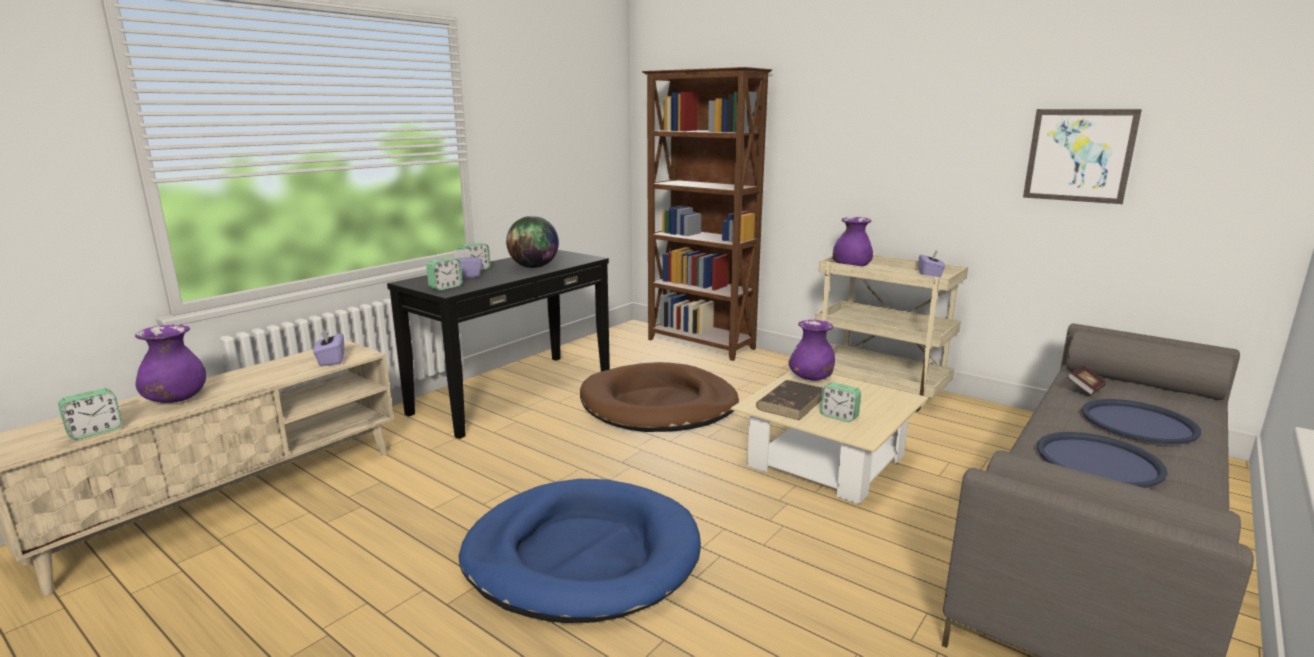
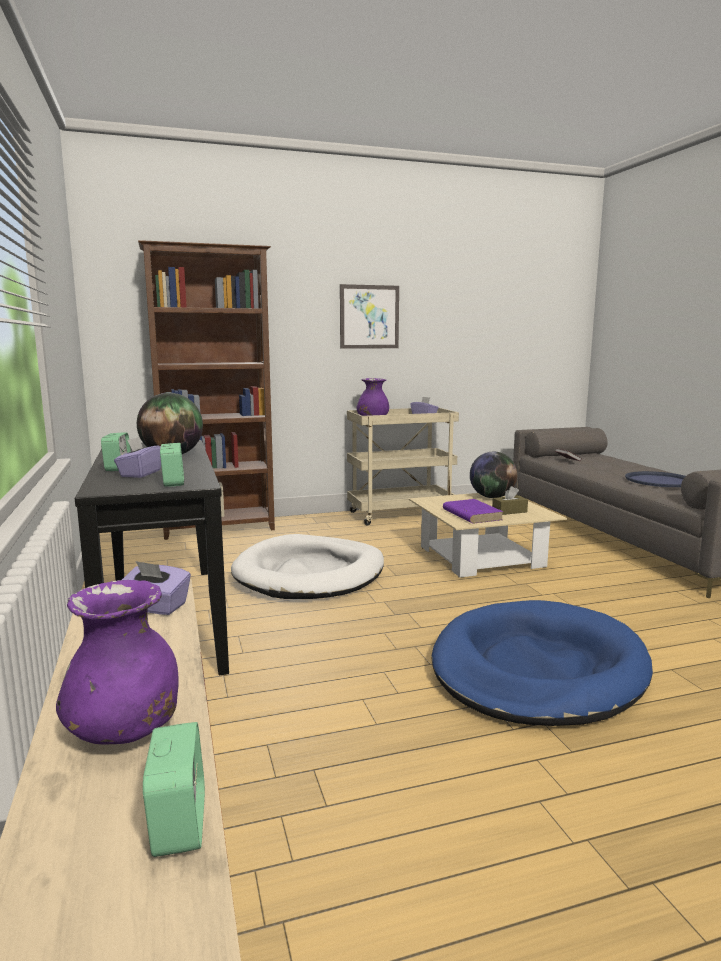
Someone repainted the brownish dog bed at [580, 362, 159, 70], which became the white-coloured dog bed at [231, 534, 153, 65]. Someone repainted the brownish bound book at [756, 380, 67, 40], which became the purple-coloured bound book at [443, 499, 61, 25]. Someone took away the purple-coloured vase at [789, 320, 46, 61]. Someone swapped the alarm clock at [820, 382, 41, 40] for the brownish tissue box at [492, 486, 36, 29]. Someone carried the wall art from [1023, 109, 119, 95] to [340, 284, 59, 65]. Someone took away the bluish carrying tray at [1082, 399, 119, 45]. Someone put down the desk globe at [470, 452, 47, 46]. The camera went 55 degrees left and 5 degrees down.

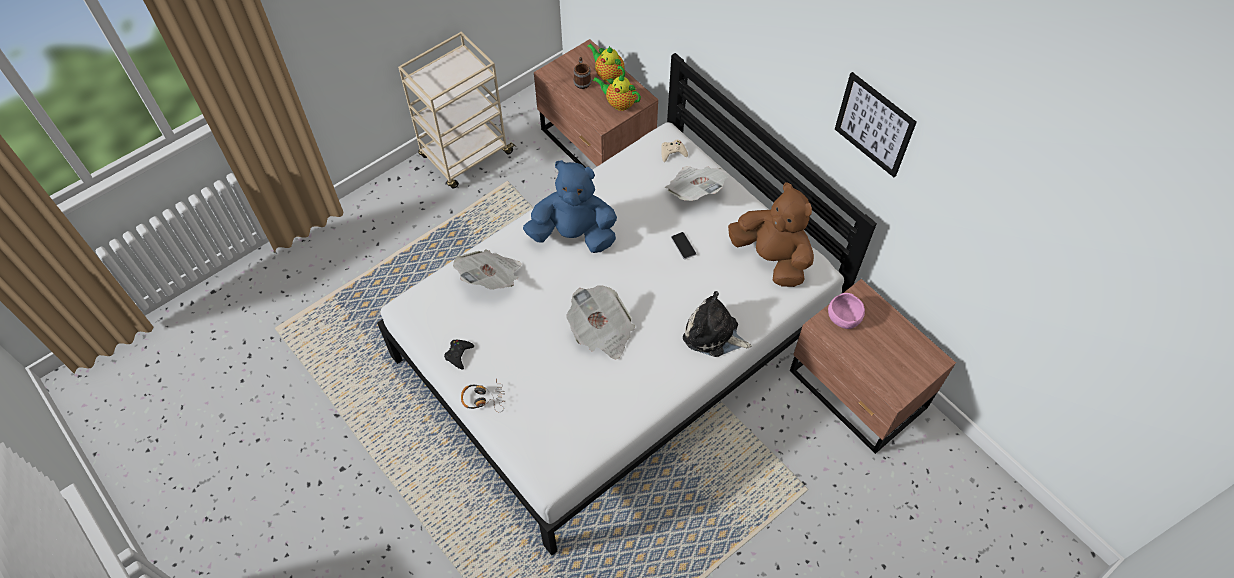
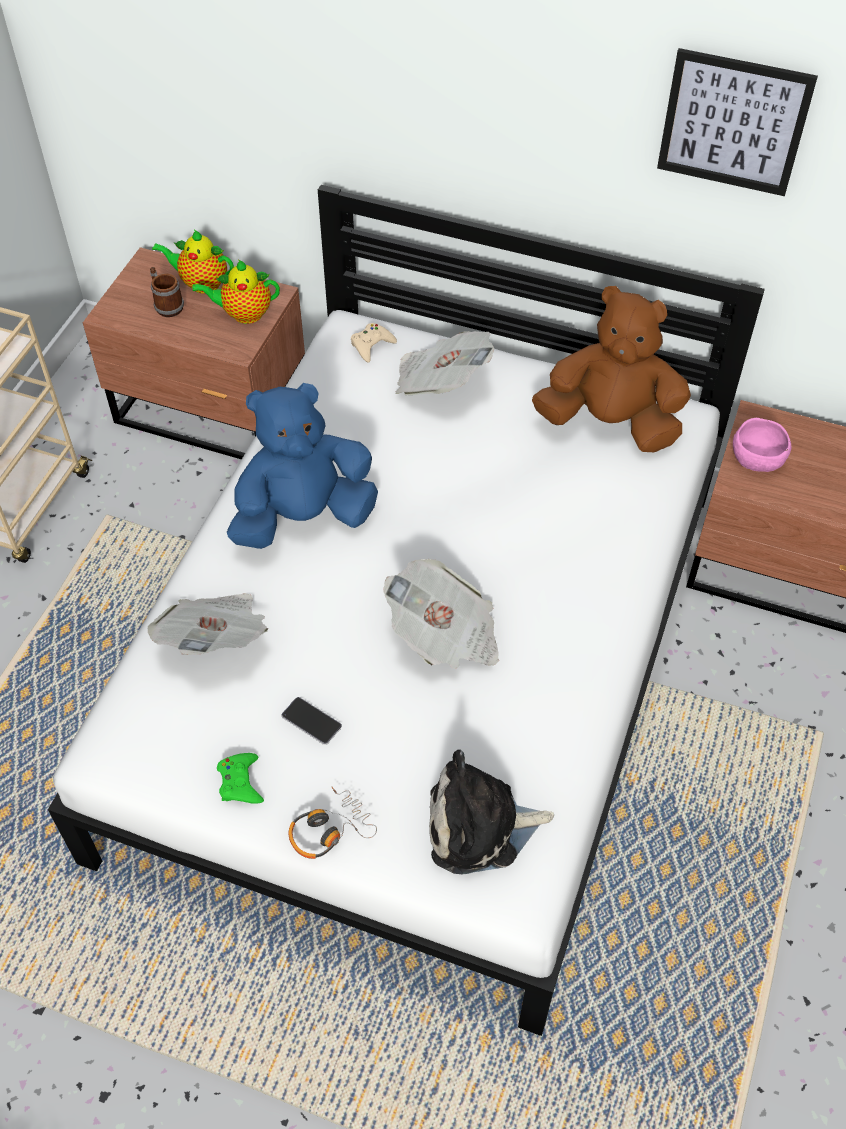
Someone repainted the black joypad at [444, 340, 30, 29], which became the green-coloured joypad at [217, 753, 47, 51]. Someone carried the phone from [671, 232, 25, 27] to [281, 697, 61, 48]. Someone carried the cuddly toy from [683, 291, 69, 66] to [429, 750, 125, 124]. The camera went 30 degrees left and 5 degrees down.

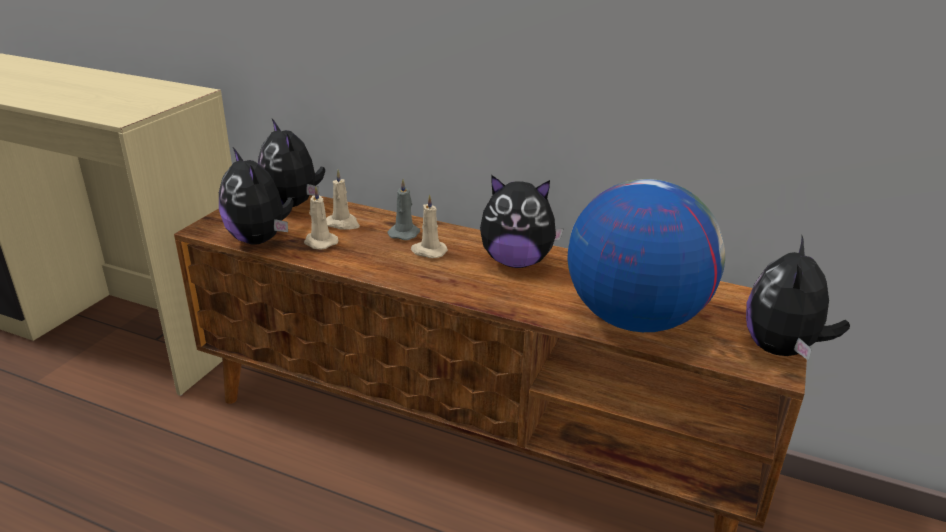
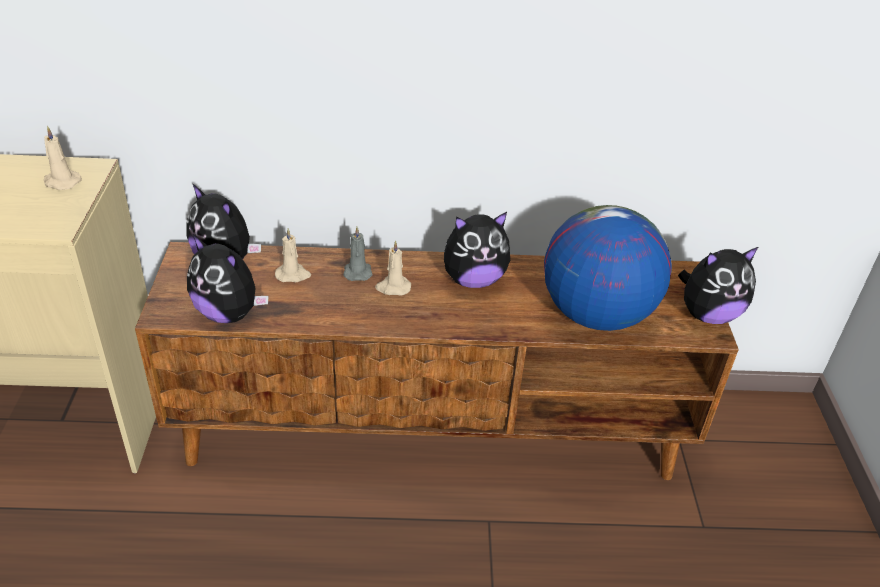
Someone carried the beige candle from [304, 186, 34, 63] to [44, 126, 38, 64]. Someone rotated the cuddly toy at [746, 236, 104, 124] by 105 degrees counterclockwise. The camera went 25 degrees left and 10 degrees up.

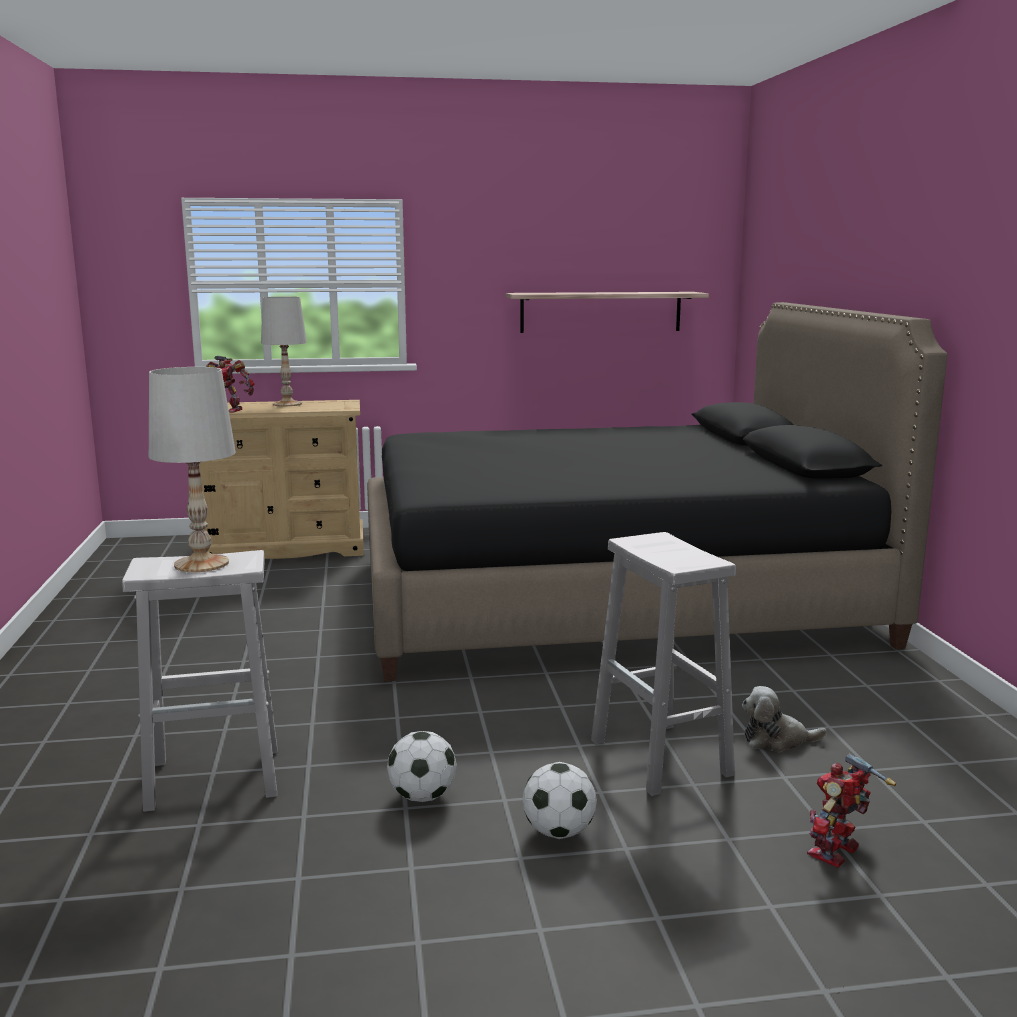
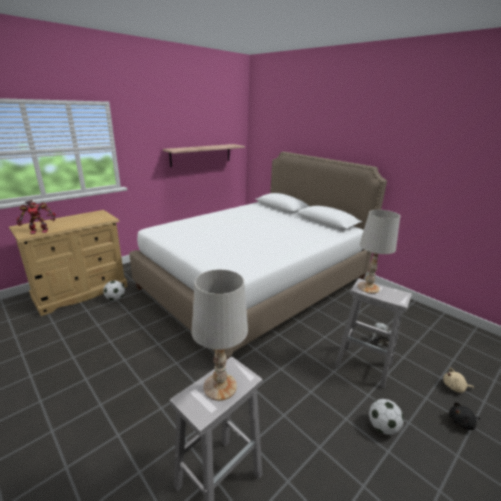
Someone carried the white-coloured table lamp from [261, 297, 46, 109] to [358, 210, 42, 84]. Someone repainted the black bedroom bed at [367, 302, 580, 379], which became the white-coloured bedroom bed at [129, 152, 258, 207]. Someone carried the ball for football from [387, 731, 70, 71] to [103, 280, 22, 21]. Someone swapped the robot figure at [807, 753, 89, 115] for the beige cuddly toy at [443, 367, 31, 26]. Someone put down the black cuddly toy at [449, 402, 31, 28]. The camera went 35 degrees left and 10 degrees up.

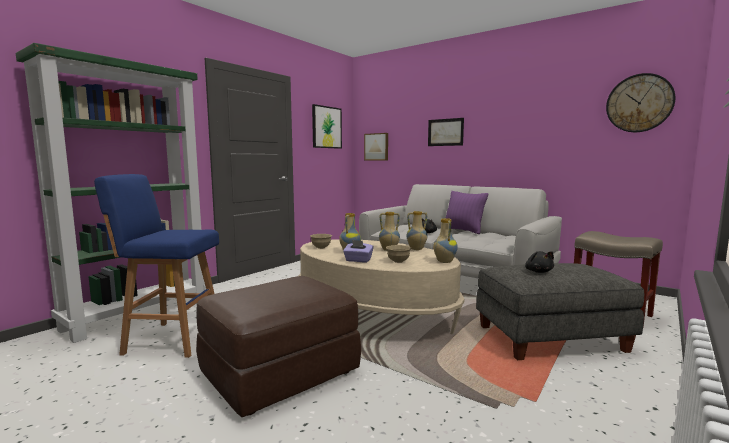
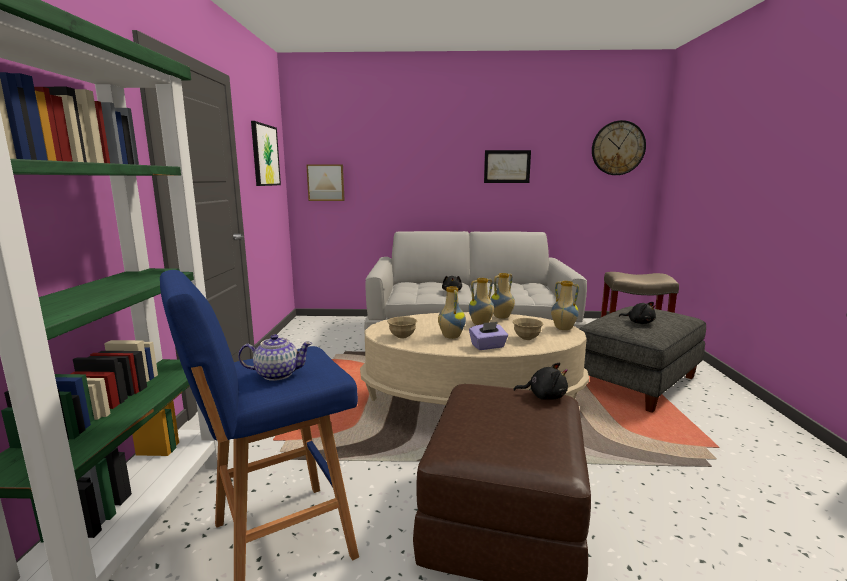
Someone carried the wall art from [428, 118, 36, 28] to [484, 150, 47, 33]. Someone took away the purple-coloured cushion at [446, 191, 42, 43]. Someone put down the teapot at [238, 334, 74, 47]. Someone put down the black cuddly toy at [513, 363, 55, 37]. The camera went 35 degrees left and 5 degrees up.

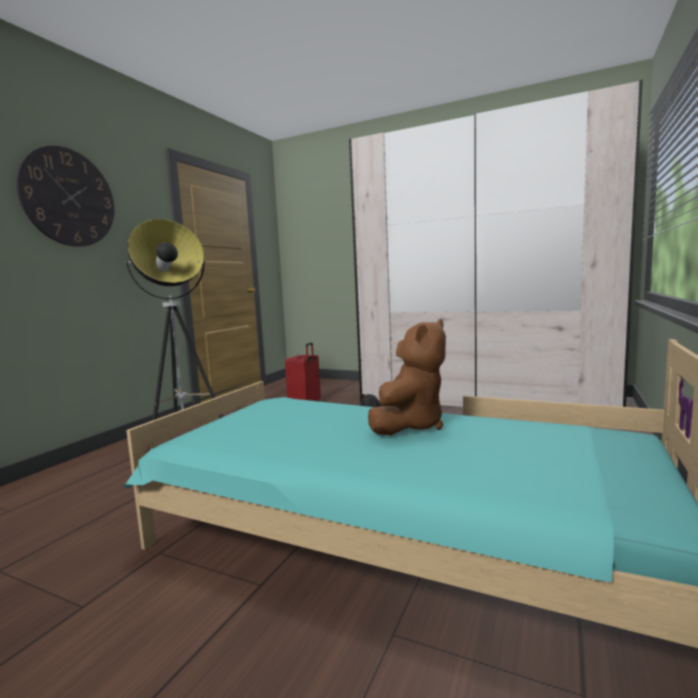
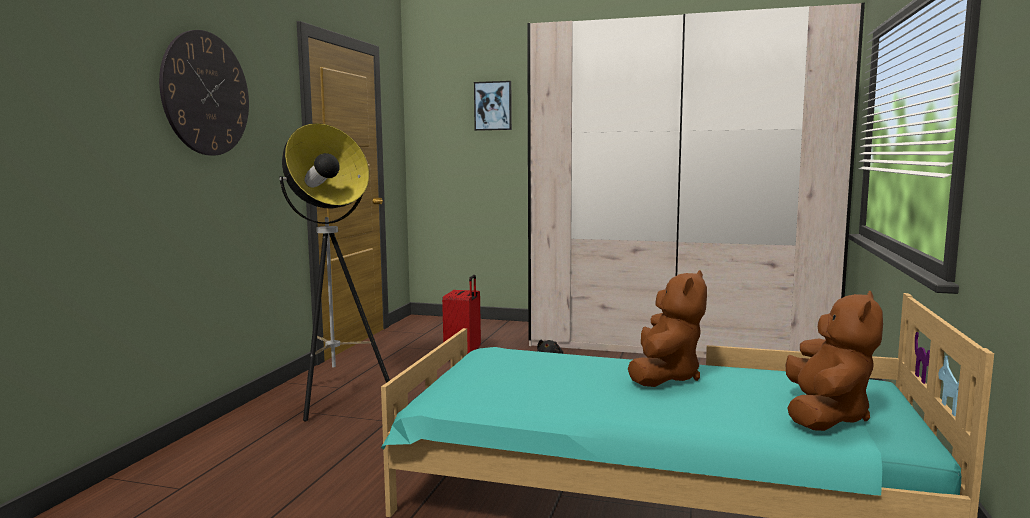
Someone put up the wall art at [474, 81, 38, 50]. Someone put down the brownish cuddly toy at [786, 291, 97, 140]. The camera went 10 degrees left and 0 degrees up.

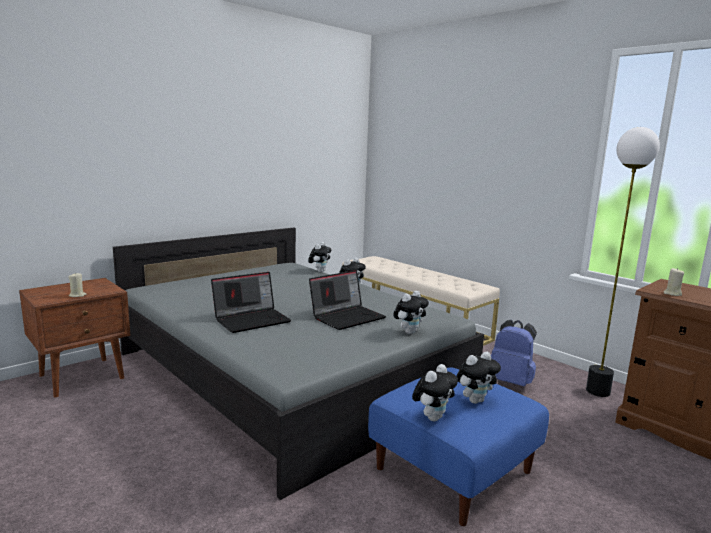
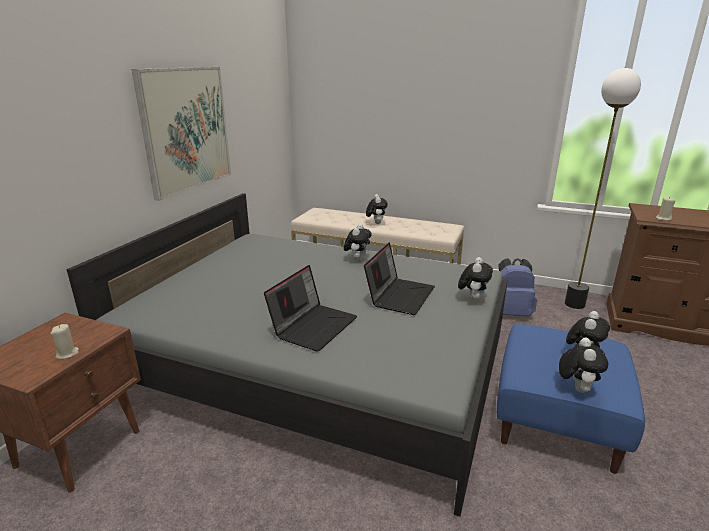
Someone carried the cuddly toy from [308, 242, 23, 30] to [366, 194, 22, 30]. Someone put up the wall art at [132, 67, 99, 134]. The camera went 25 degrees left and 10 degrees up.

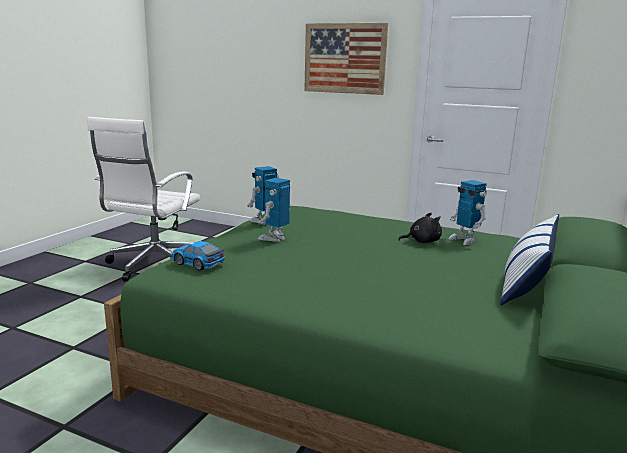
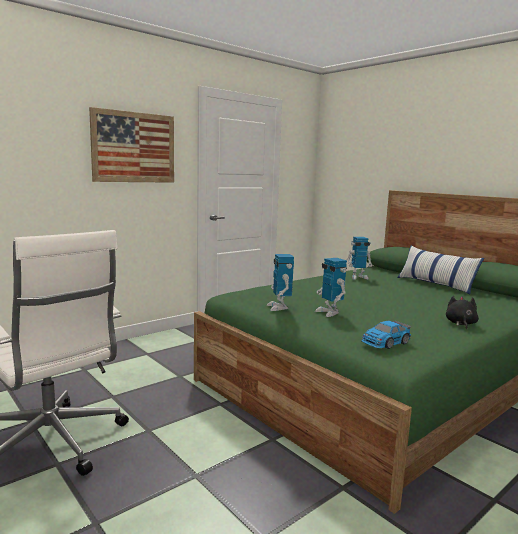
Someone carried the black cuddly toy from [398, 213, 44, 30] to [446, 296, 33, 33]. The camera went 65 degrees left and 5 degrees down.

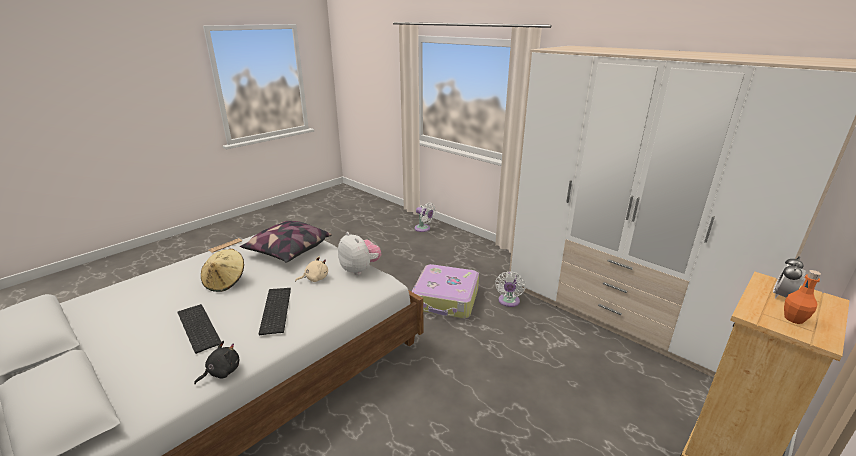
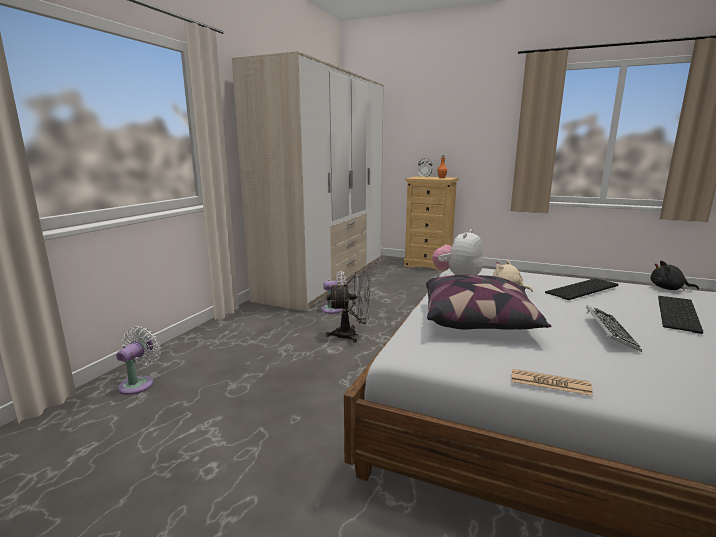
Someone swapped the beige wearable hat at [201, 249, 43, 43] for the keyboard at [586, 305, 56, 47]. Someone swapped the travel case at [412, 264, 67, 55] for the greyish fan at [326, 272, 45, 71]. The camera went 110 degrees left and 10 degrees down.

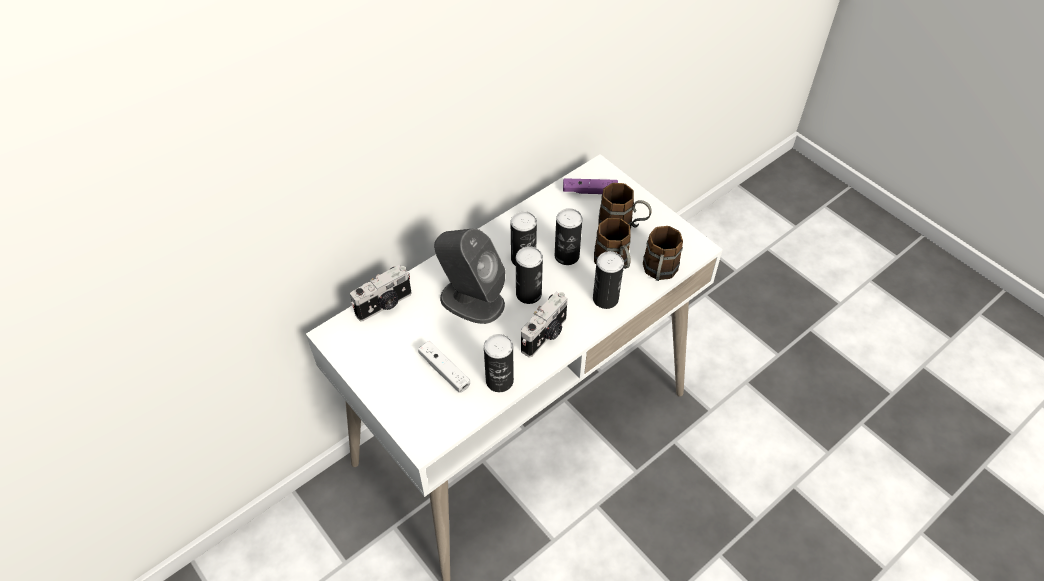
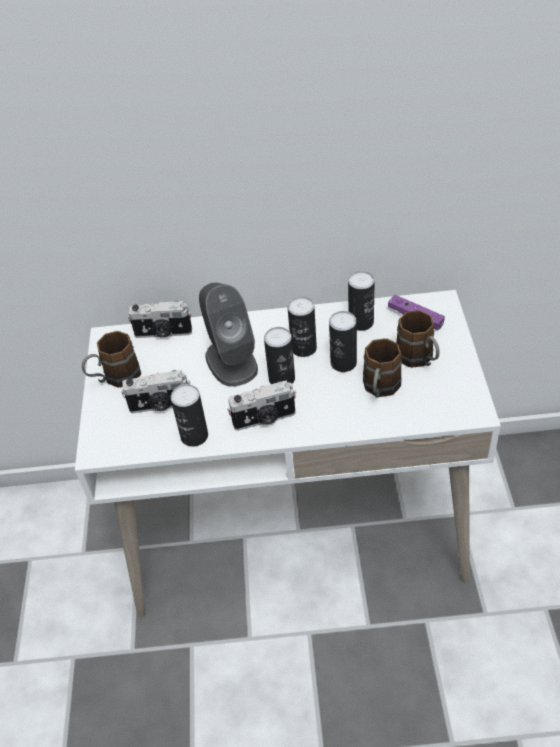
Someone swapped the white-coloured joypad at [418, 341, 52, 52] for the photo camera at [122, 370, 68, 43]. Someone carried the sealed can from [593, 251, 31, 58] to [348, 271, 27, 60]. Someone carried the brownish coffee mug from [643, 226, 40, 55] to [82, 331, 59, 57]. The camera went 40 degrees right and 5 degrees down.

